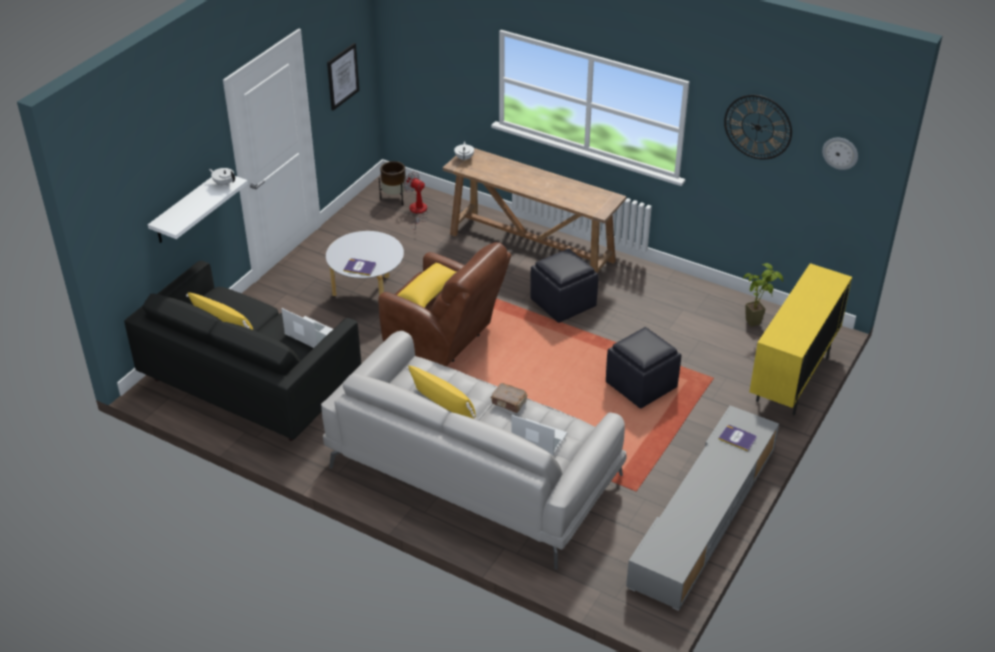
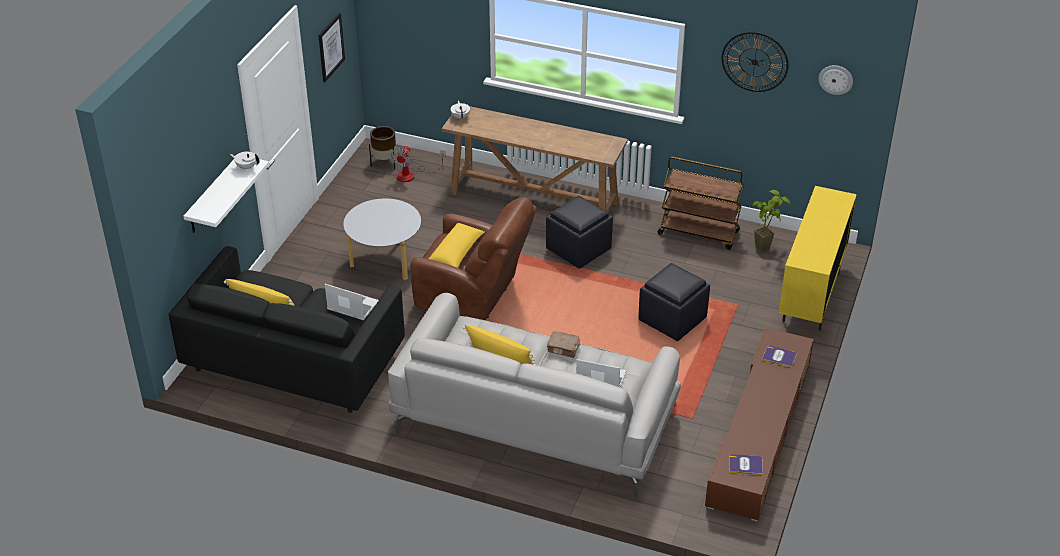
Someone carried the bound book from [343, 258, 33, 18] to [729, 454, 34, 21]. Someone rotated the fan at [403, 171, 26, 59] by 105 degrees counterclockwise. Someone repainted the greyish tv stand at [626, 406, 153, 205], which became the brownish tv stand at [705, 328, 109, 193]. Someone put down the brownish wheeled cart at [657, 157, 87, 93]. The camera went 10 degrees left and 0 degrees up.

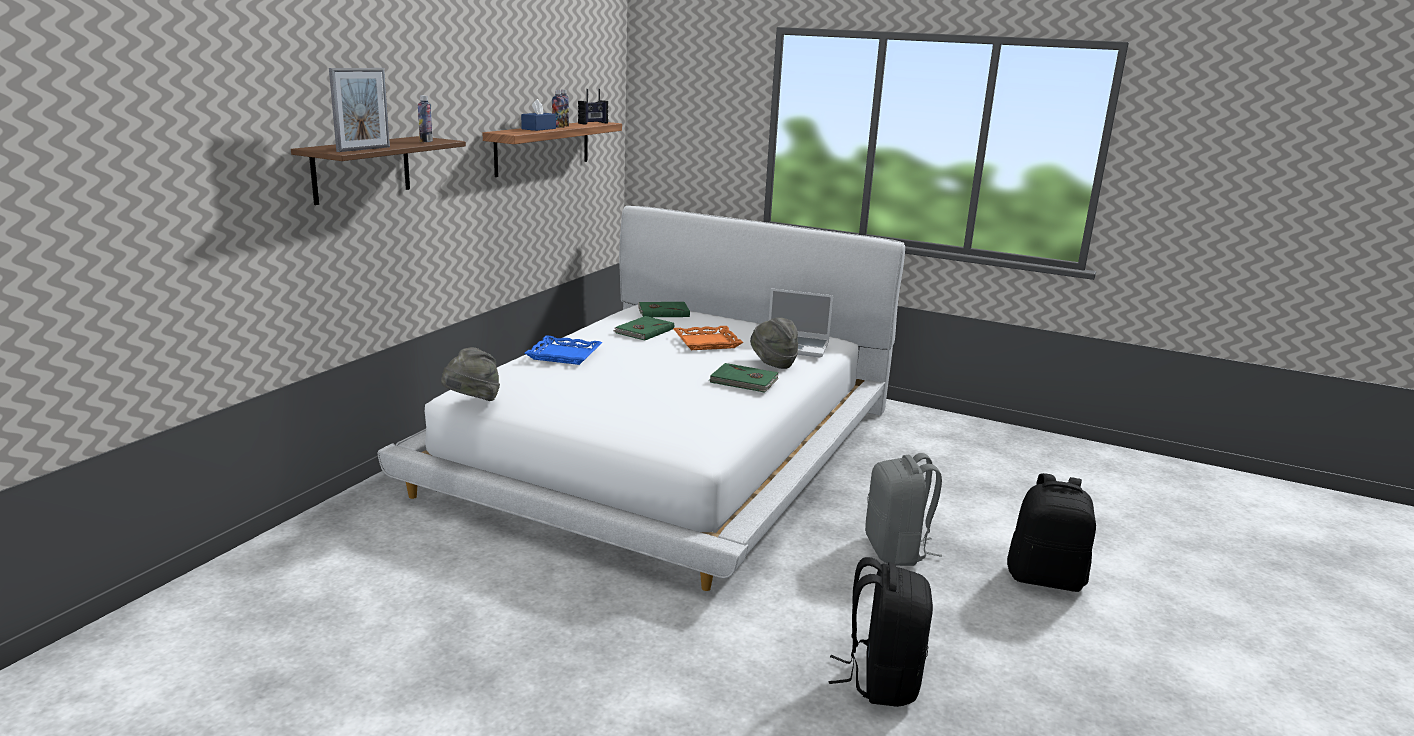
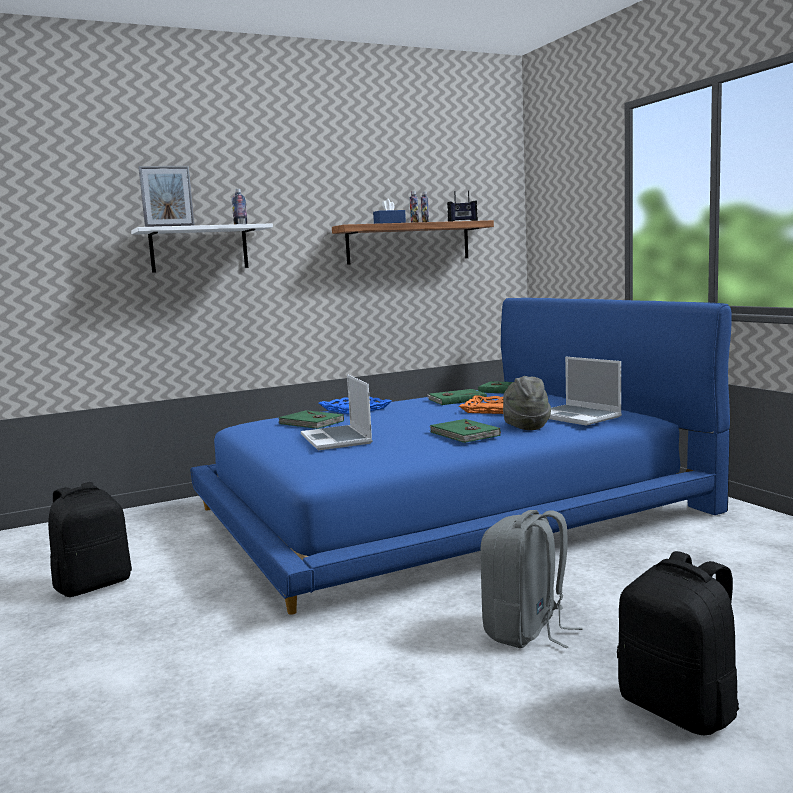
Someone repainted the brownish wall shelf at [291, 136, 175, 69], which became the white-coloured wall shelf at [131, 223, 142, 50]. Someone repainted the white-coloured bedroom bed at [377, 206, 528, 385], which became the bluish bedroom bed at [190, 298, 541, 317]. Someone took away the greyish wearable hat at [441, 347, 59, 54]. Someone carried the black backpack from [829, 557, 104, 150] to [48, 482, 84, 115]. Someone put down the green-coloured bound book at [279, 410, 65, 19]. Someone put down the portable computer at [301, 374, 72, 76]. The camera went 40 degrees right and 10 degrees down.

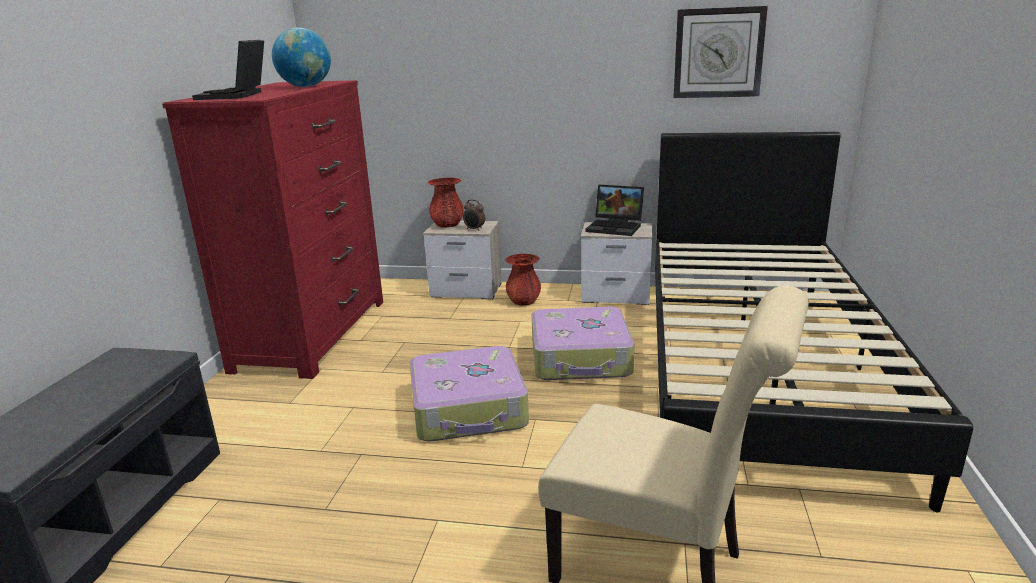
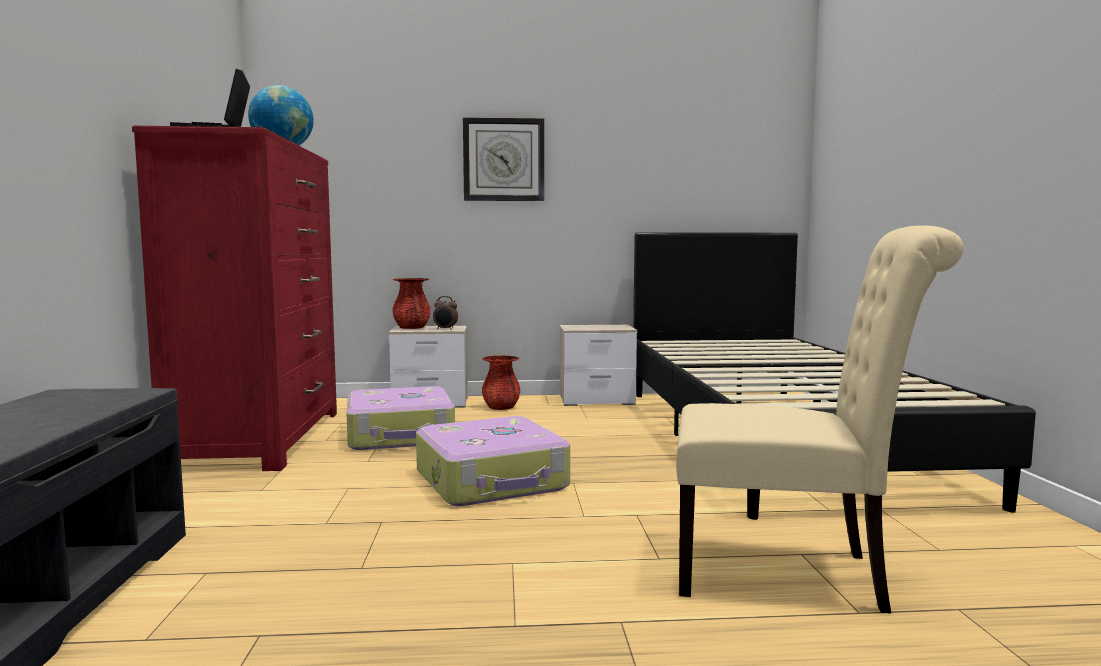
Someone carried the travel case from [532, 307, 102, 73] to [346, 386, 109, 64]. Someone took away the portable computer at [585, 184, 59, 52]. Someone carried the clock on the wall from [673, 6, 95, 92] to [463, 117, 81, 84]. The camera went 15 degrees left and 15 degrees down.

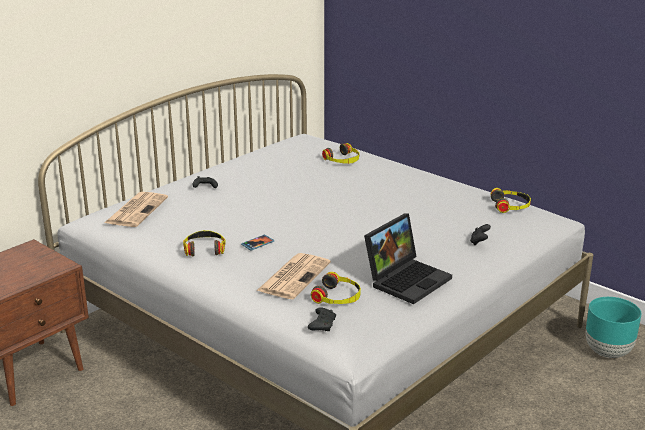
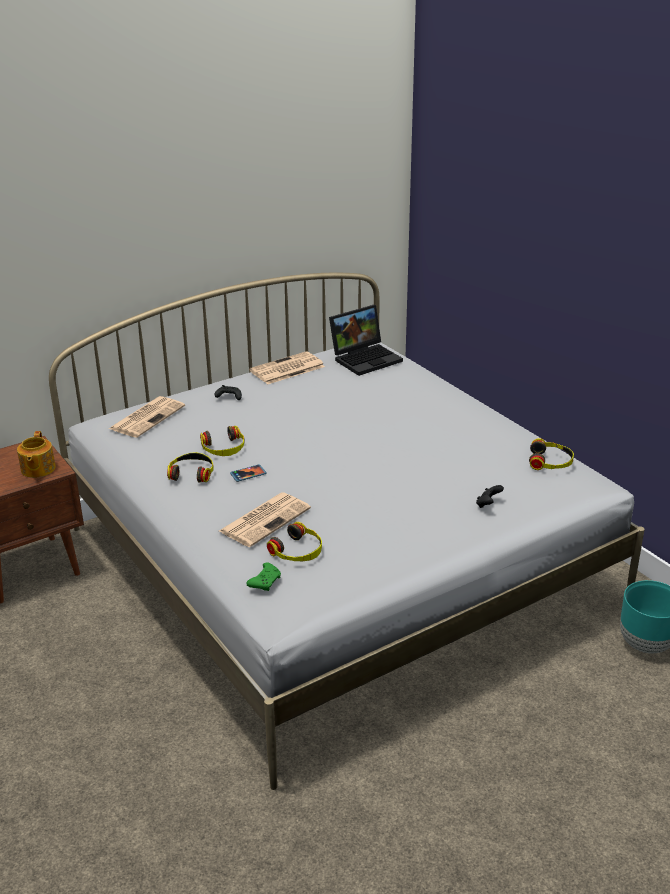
Someone repainted the black joypad at [308, 307, 28, 24], which became the green-coloured joypad at [246, 563, 35, 28]. Someone carried the headphones from [322, 143, 37, 21] to [200, 426, 45, 30]. Someone carried the portable computer from [364, 213, 88, 91] to [329, 305, 74, 71]. Someone put down the teapot at [17, 431, 39, 47]. Someone put down the printed paper at [249, 351, 76, 33]. The camera went 15 degrees right and 5 degrees up.

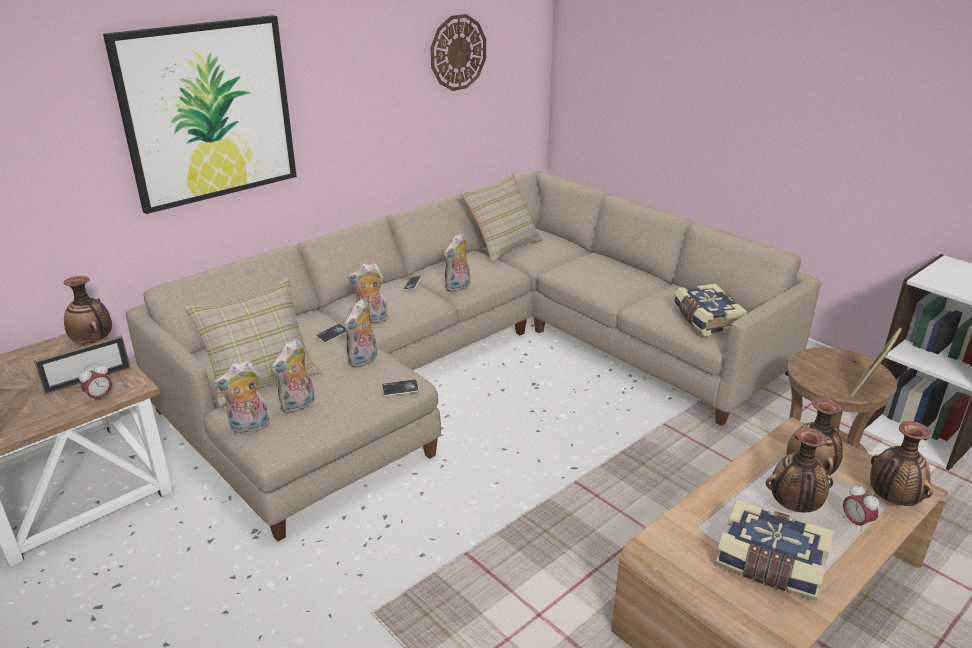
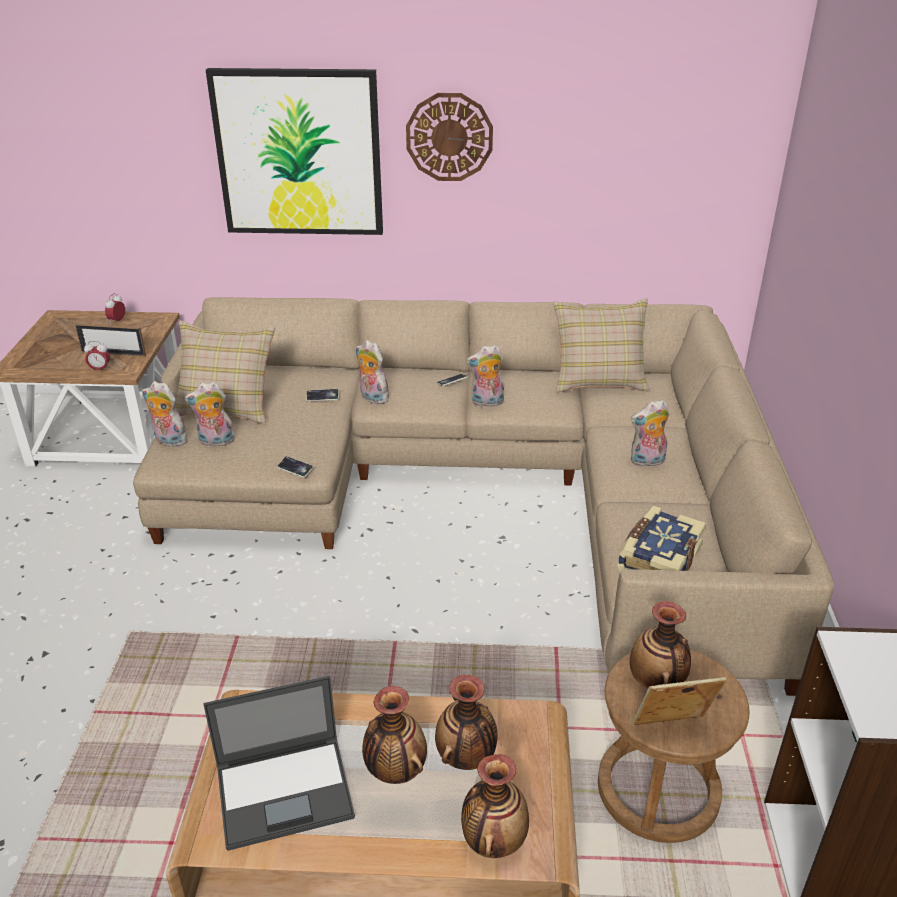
Someone carried the vase from [64, 276, 48, 68] to [630, 601, 61, 88]. Someone carried the cuddly toy from [344, 299, 33, 69] to [631, 399, 38, 68]. Someone carried the clock on the wall from [431, 14, 55, 77] to [406, 93, 87, 88]. Someone swapped the bound book at [716, 499, 118, 102] for the portable computer at [203, 676, 152, 175]. Someone carried the alarm clock from [843, 484, 36, 48] to [105, 293, 20, 31]. The camera went 45 degrees right and 5 degrees up.

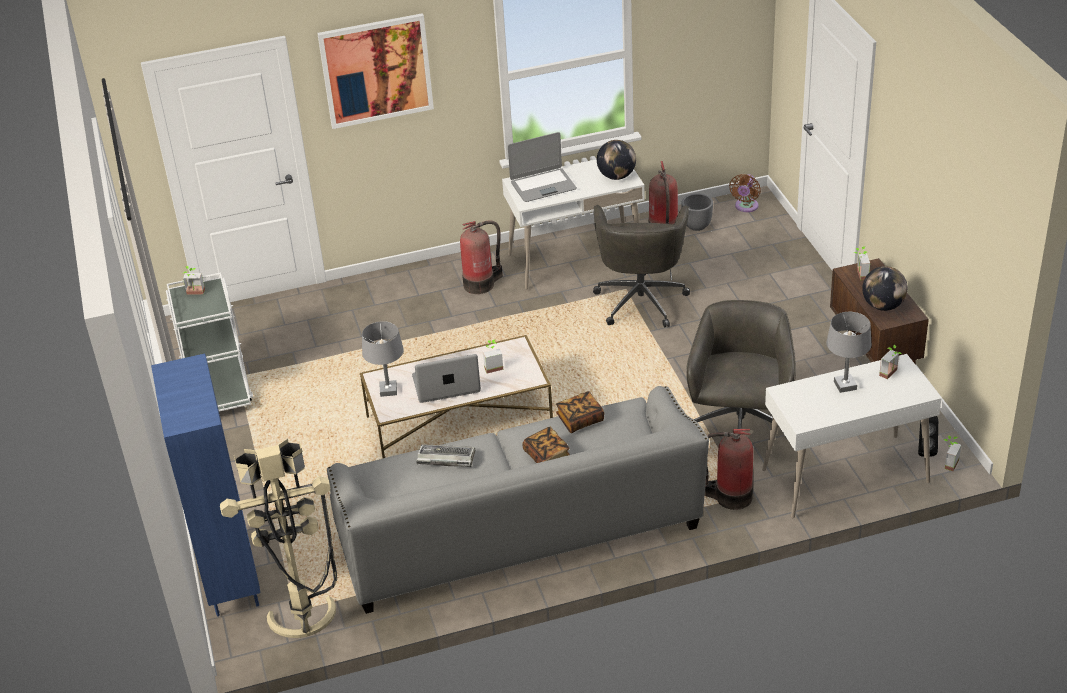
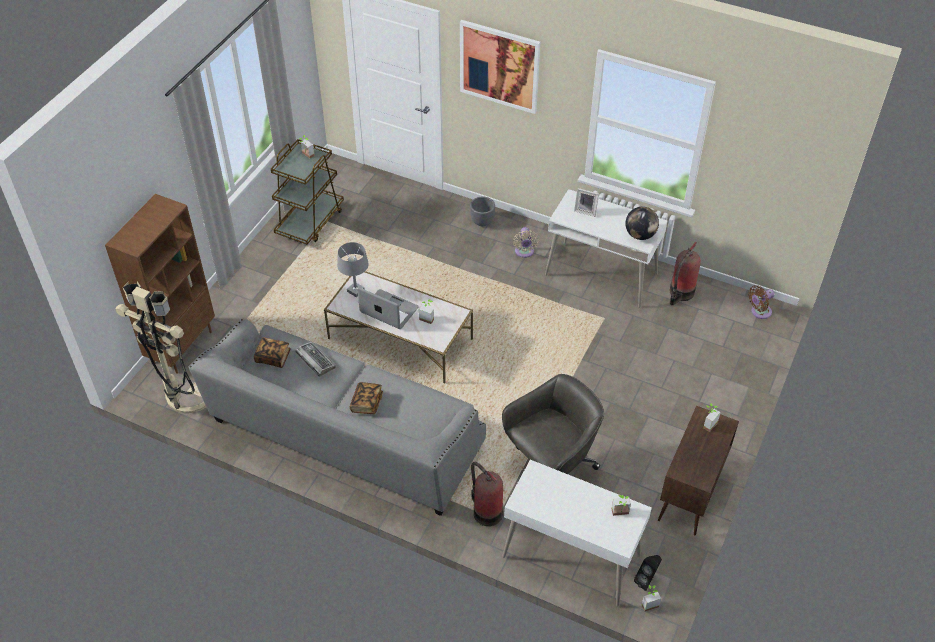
Someone repainted the bluish bookshelf at [151, 353, 109, 264], which became the brownish bookshelf at [105, 194, 110, 180]. Someone repainted the white-coloured wheeled cart at [166, 272, 87, 140], which became the brownish wheeled cart at [271, 139, 73, 106]. Someone swapped the fire extinguisher at [460, 220, 43, 74] for the beige fan at [513, 227, 26, 31]. Someone swapped the portable computer at [508, 132, 69, 70] for the photo frame at [574, 188, 25, 29]. Someone carried the bound book from [556, 391, 48, 42] to [254, 337, 37, 31]. Someone took away the greyish computer chair at [593, 205, 97, 122]. Someone carried the greyish flower pot from [681, 193, 32, 38] to [470, 197, 25, 29]. Someone took away the greyish table lamp at [826, 312, 46, 81]. Someone took away the desk globe at [862, 266, 46, 45]. The camera went 40 degrees right and 10 degrees up.

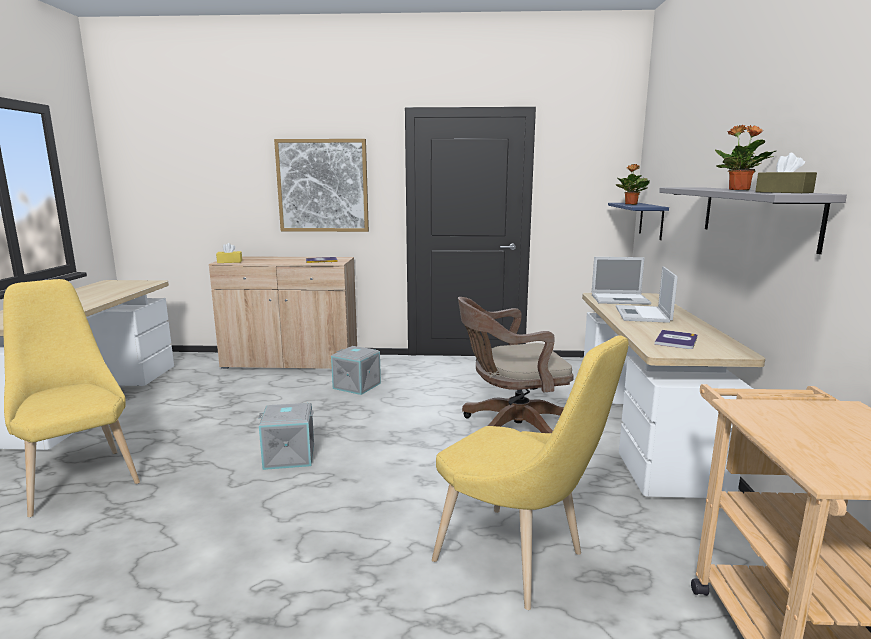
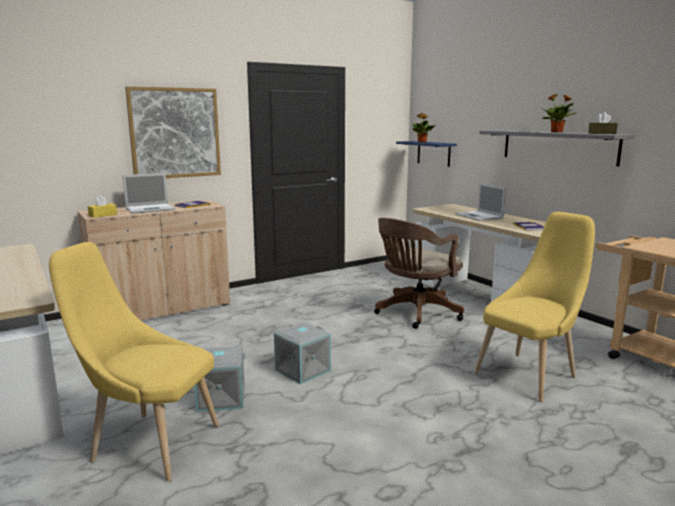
Someone carried the greyish storage container from [331, 346, 50, 49] to [194, 346, 51, 66]. Someone rotated the yellowish upright chair at [432, 335, 196, 275] by 45 degrees counterclockwise. Someone carried the portable computer from [592, 257, 59, 48] to [123, 173, 52, 41]. The camera went 35 degrees left and 0 degrees up.

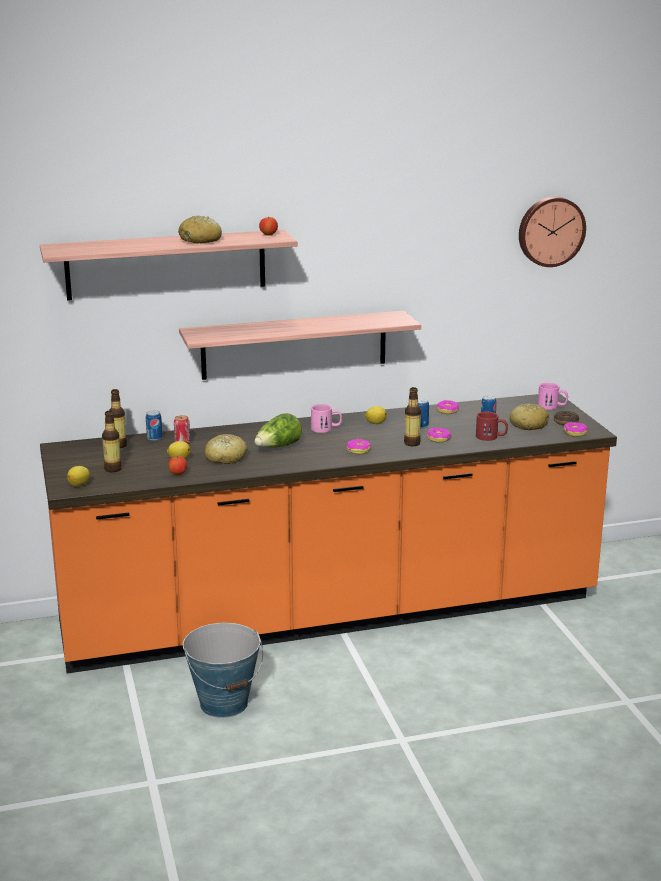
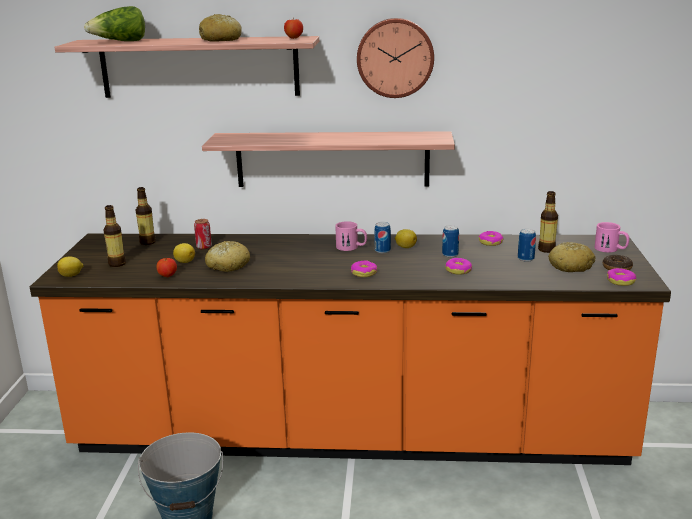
Someone carried the sealed can from [146, 410, 16, 31] to [374, 222, 17, 31]. Someone carried the lettuce head from [254, 413, 48, 35] to [84, 6, 61, 35]. Someone carried the beverage bottle from [404, 387, 17, 59] to [538, 191, 20, 62]. Someone took away the red coffee mug at [476, 412, 32, 29]. Someone carried the clock on the wall from [519, 197, 67, 70] to [357, 18, 77, 80]. The camera went 20 degrees right and 0 degrees up.

